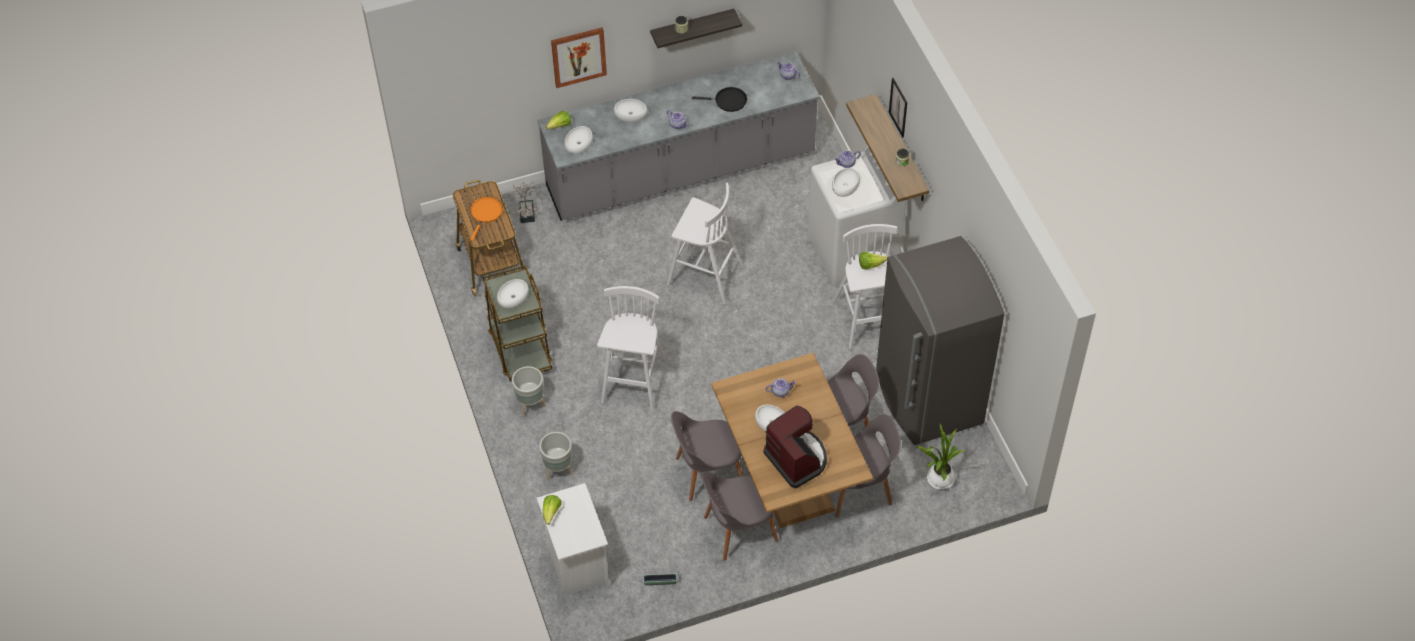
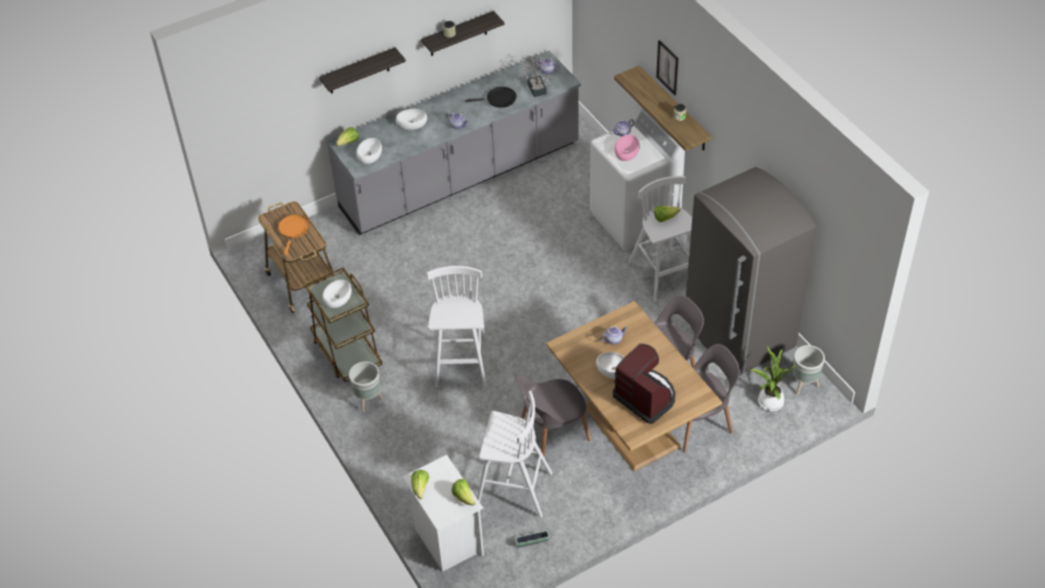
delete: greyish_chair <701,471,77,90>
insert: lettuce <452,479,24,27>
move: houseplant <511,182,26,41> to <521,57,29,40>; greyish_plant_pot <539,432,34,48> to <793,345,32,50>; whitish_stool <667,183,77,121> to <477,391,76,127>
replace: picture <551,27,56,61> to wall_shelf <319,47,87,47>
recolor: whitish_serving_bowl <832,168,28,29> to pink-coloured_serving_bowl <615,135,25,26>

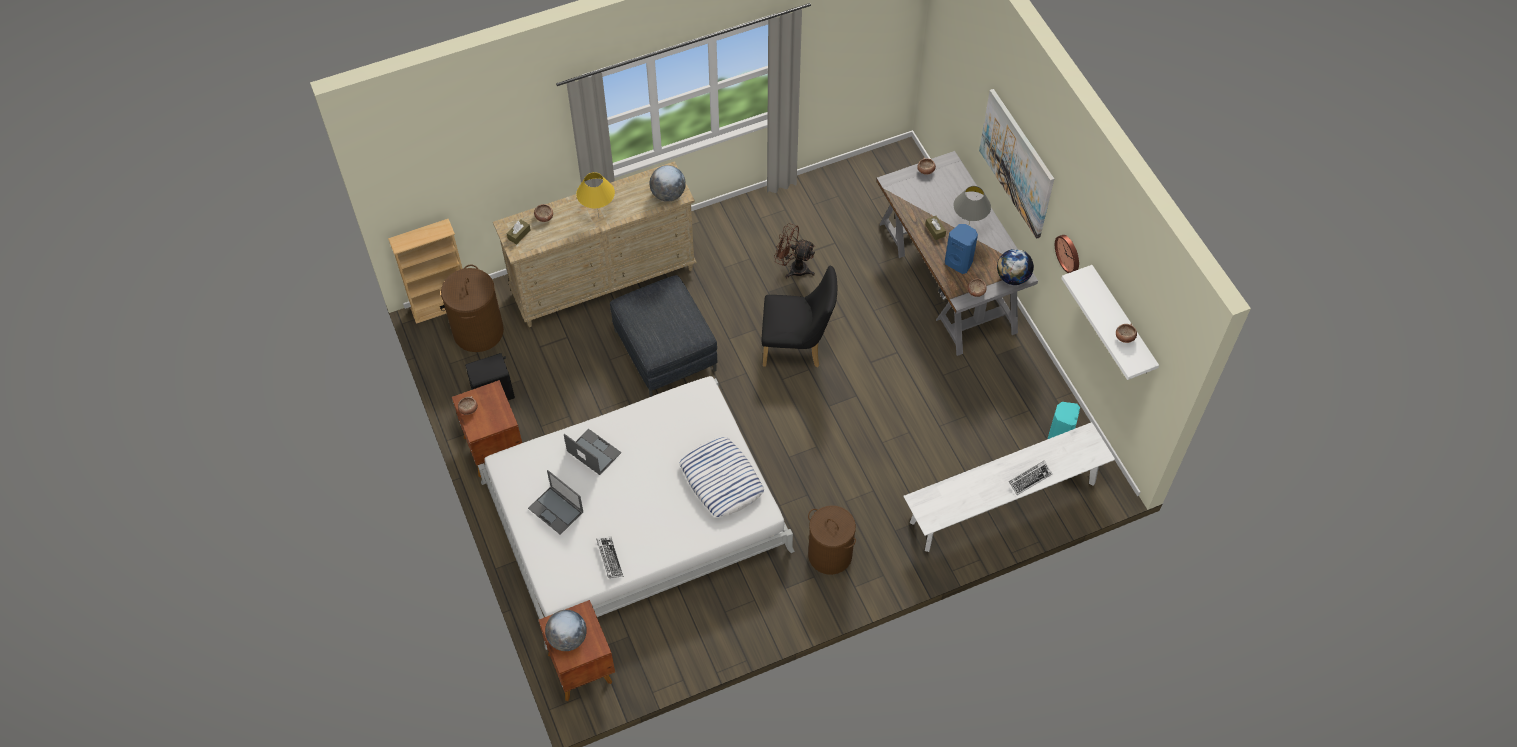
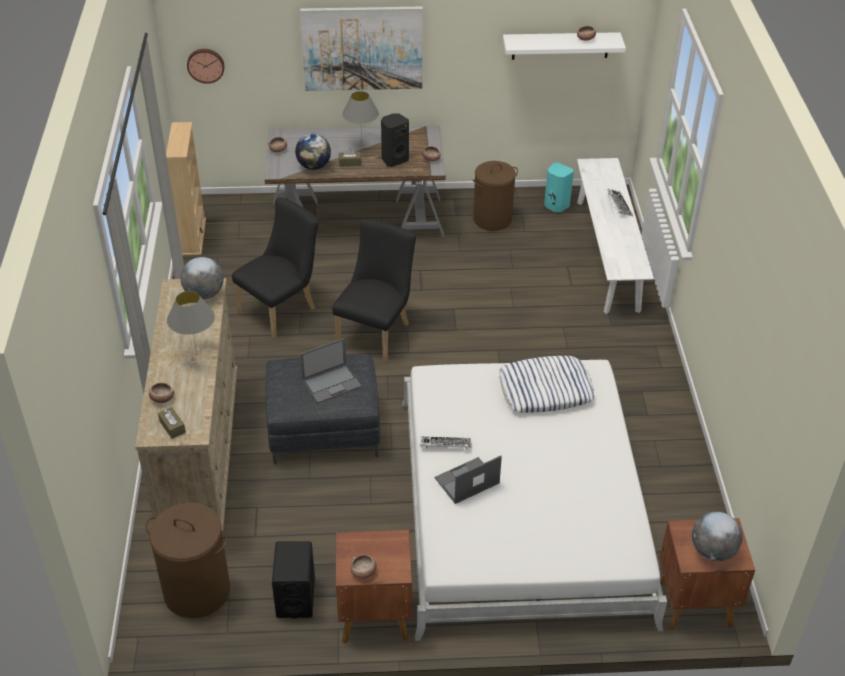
move: sand-coloured_bookcase <388,219,75,105> to <166,122,40,133>; laptop <528,470,55,65> to <300,338,62,65>; keyboard <596,537,28,41> to <420,437,51,12>; brown_hamper <808,505,48,70> to <473,161,45,70>; desk_globe <997,249,37,36> to <295,134,36,36>; clock_on_the_wall <1055,235,24,38> to <187,49,38,35>
replace: brown_cooling_fan <774,223,41,55> to blackish_chair <232,197,86,141>
recolor: yellow-coloured_table_lamp <576,172,39,45> to greyish_table_lamp <167,291,48,63>; bluish_audio_speaker <945,224,33,50> to blackish_audio_speaker <381,113,28,54>

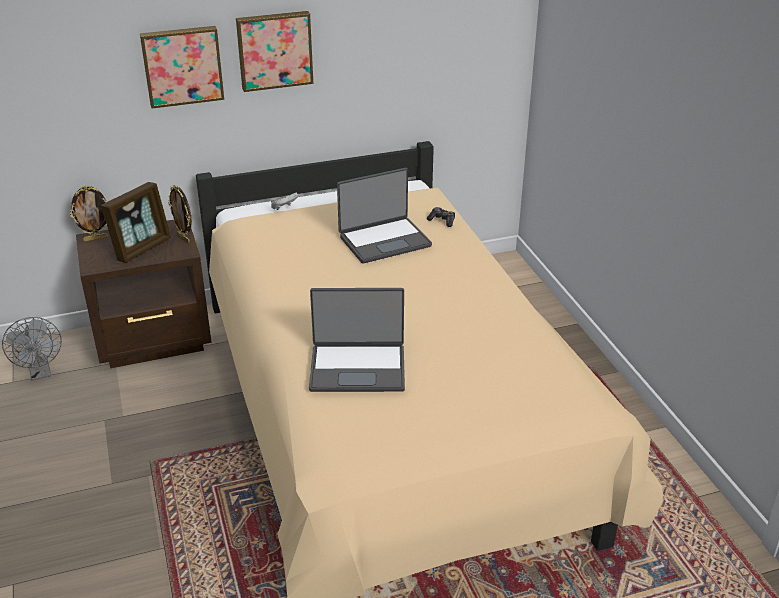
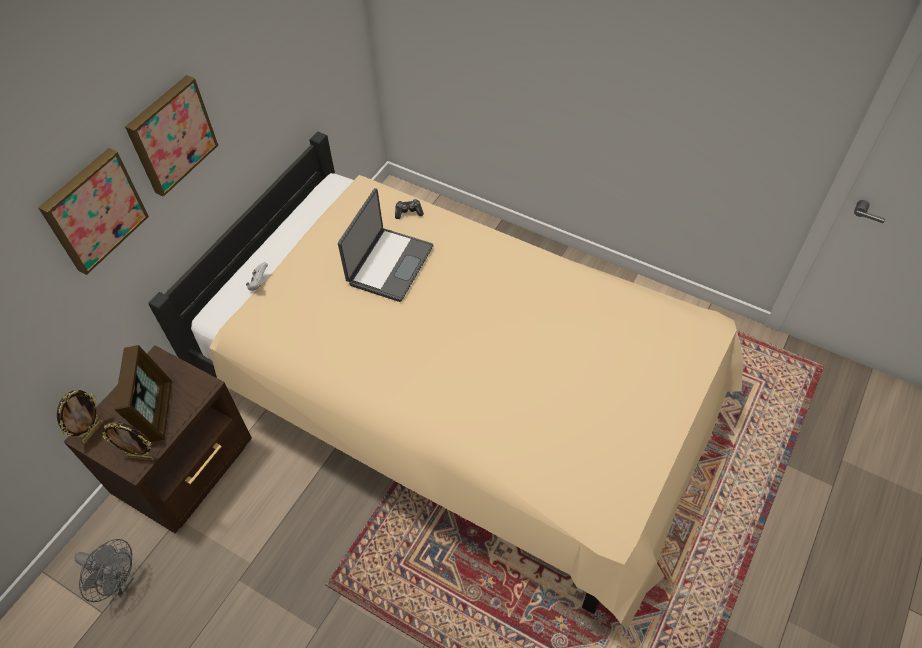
delete: laptop <309,288,96,104>
move: photo_frame <168,185,24,59> to <102,422,52,38>

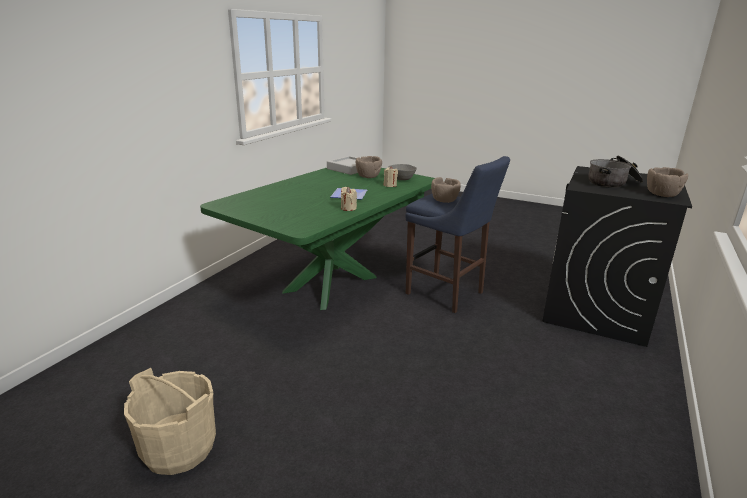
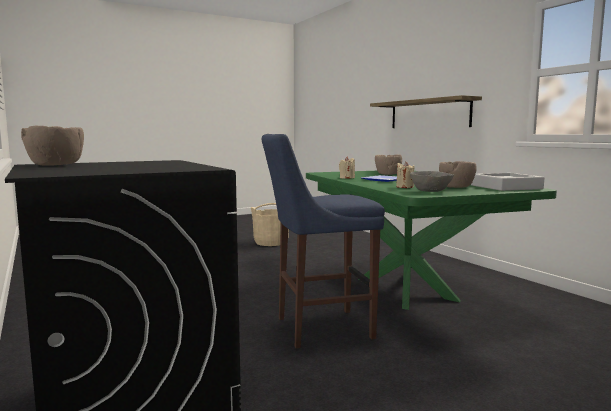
delete: saucepot <588,156,55,32>
insert: wall_shelf <370,95,112,33>
move: brown_serving_bowl <431,177,30,26> to <375,154,27,21>

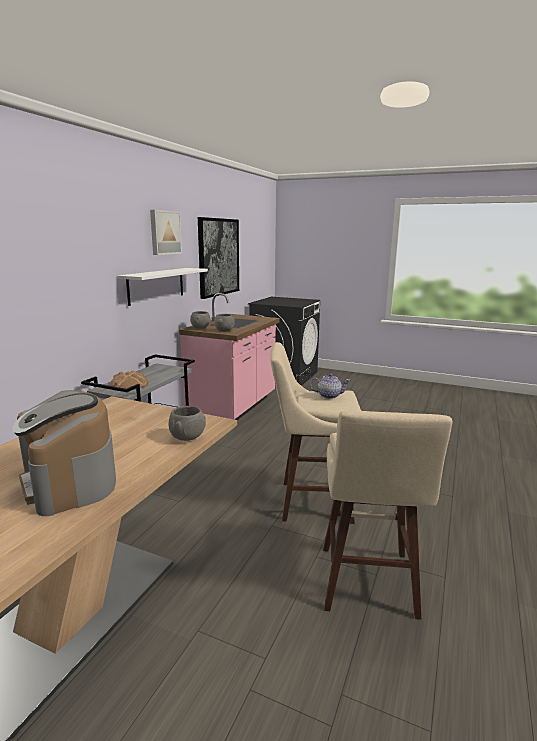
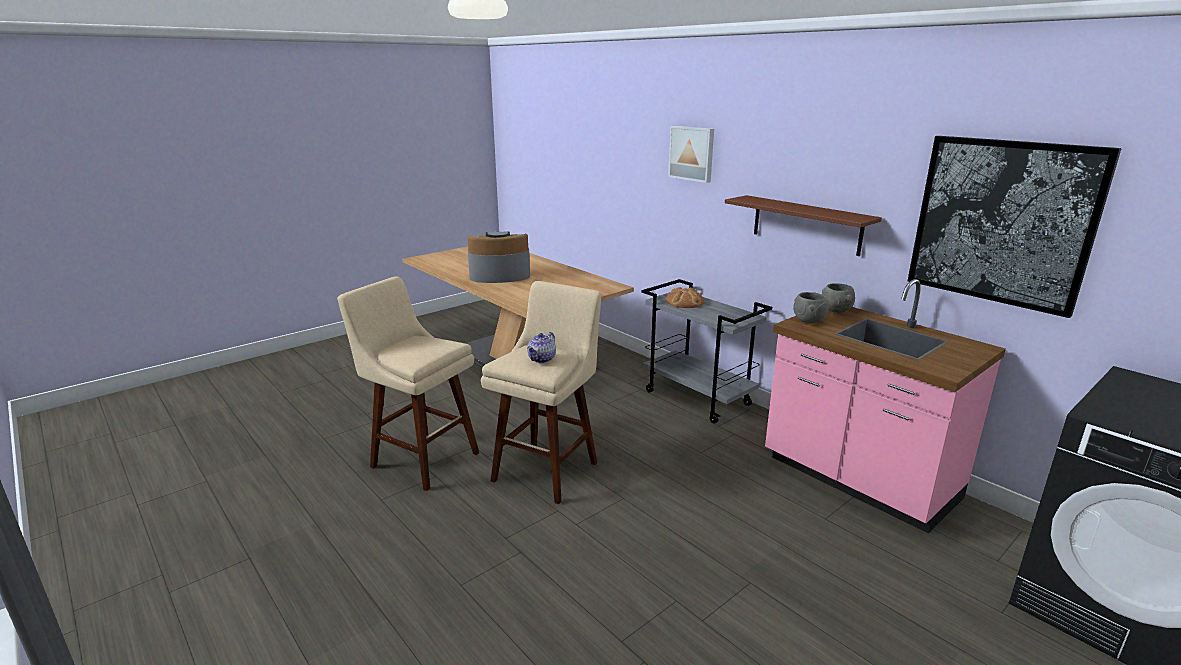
delete: greyish_serving_bowl <168,406,38,35>
move: picture <150,210,32,45> to <668,126,46,57>
recolor: whitish_wall_shelf <118,268,90,38> to brown_wall_shelf <725,195,157,61>

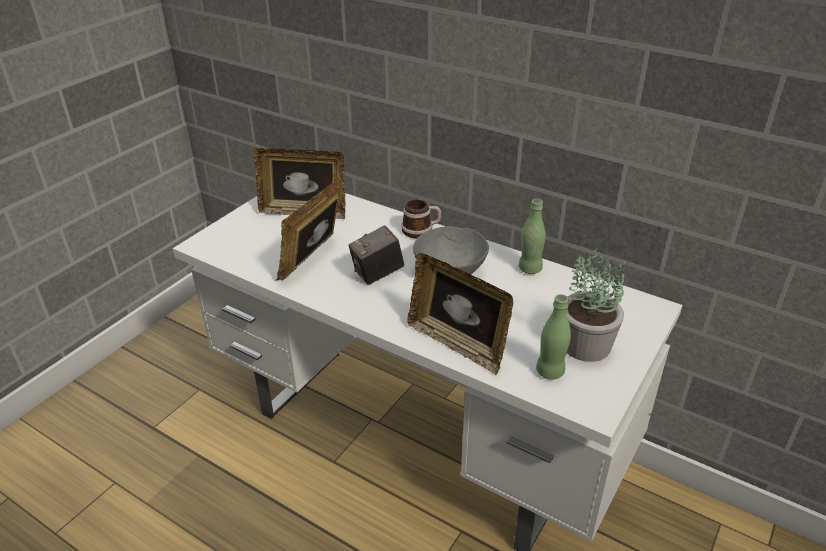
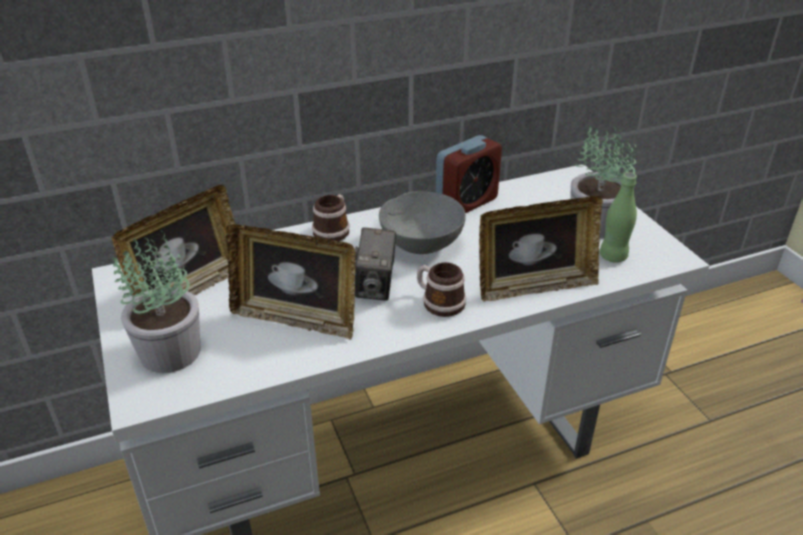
insert: houseplant <112,231,89,142>; tea_mug <417,262,49,55>
replace: green-coloured_drink_bottle <519,199,27,75> to alarm_clock <436,135,66,79>
rotate: photo_frame <276,177,64,103> = <226,224,130,116> 45 degrees counterclockwise

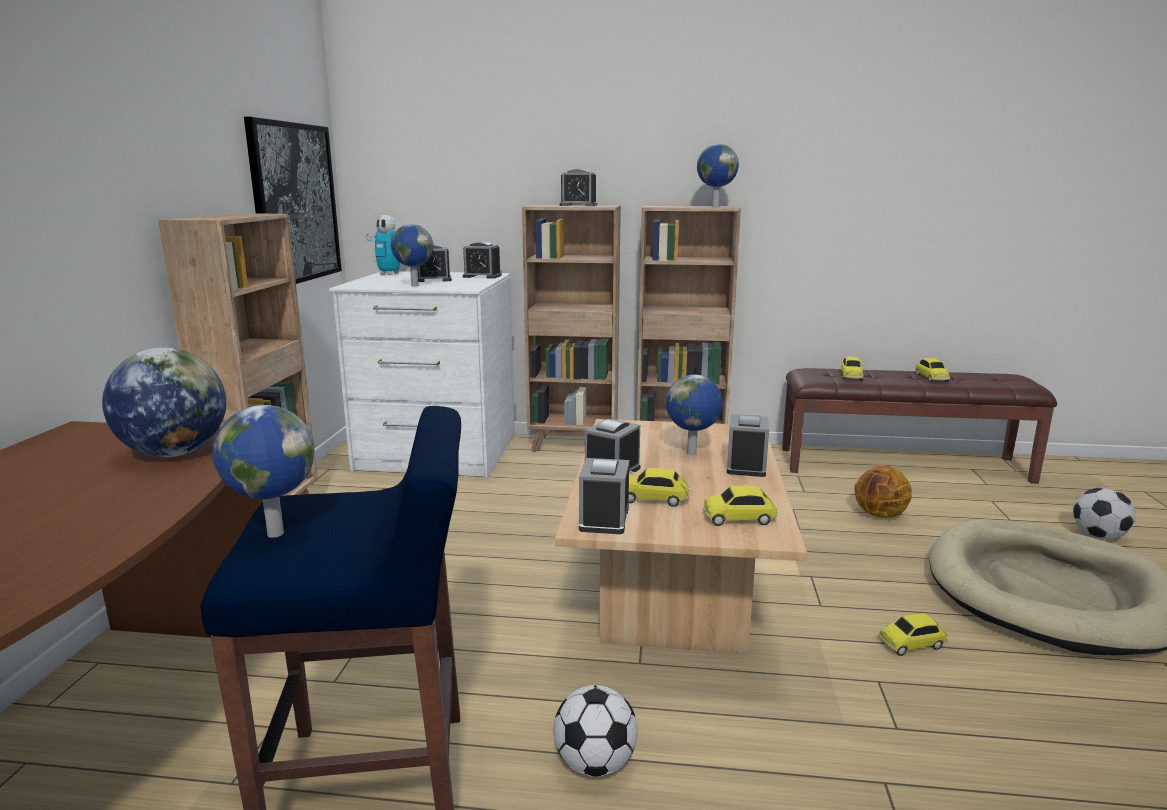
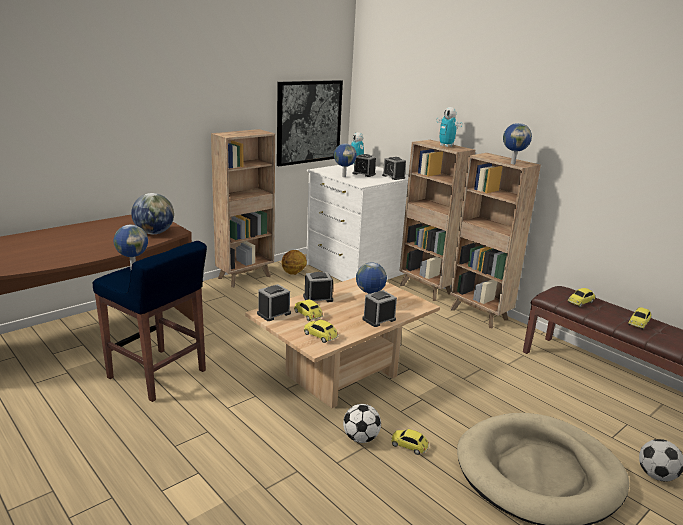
move: football_ball <554,685,84,92> to <343,404,38,39>; ball_for_basketball <854,465,58,53> to <282,250,25,25>
replace: alarm_clock <560,169,37,37> to robot_figure <437,107,25,40>

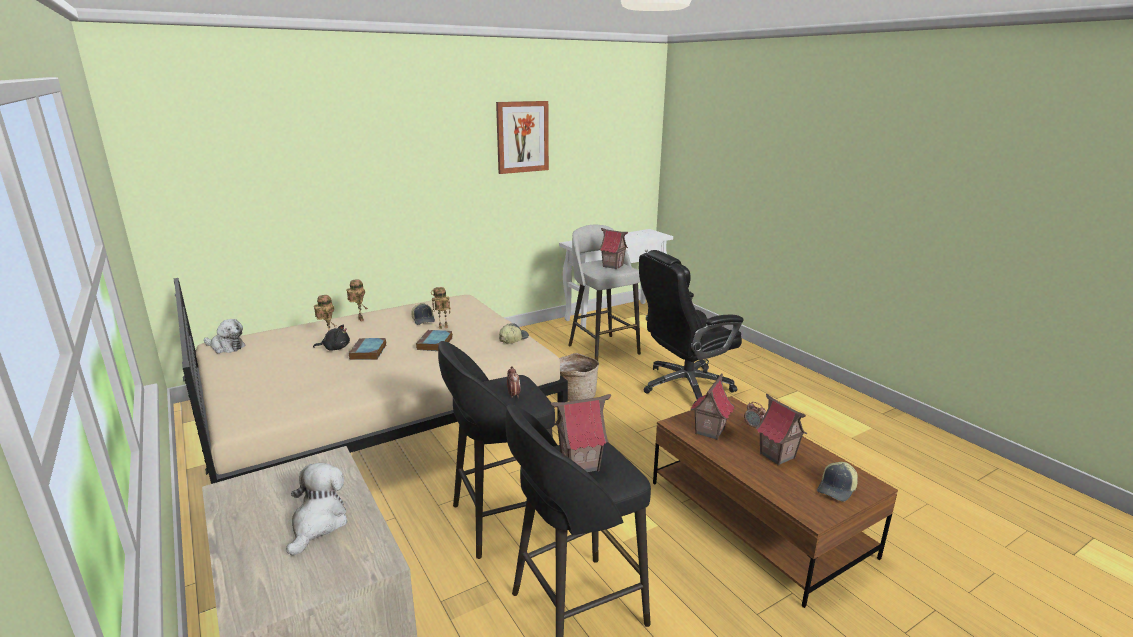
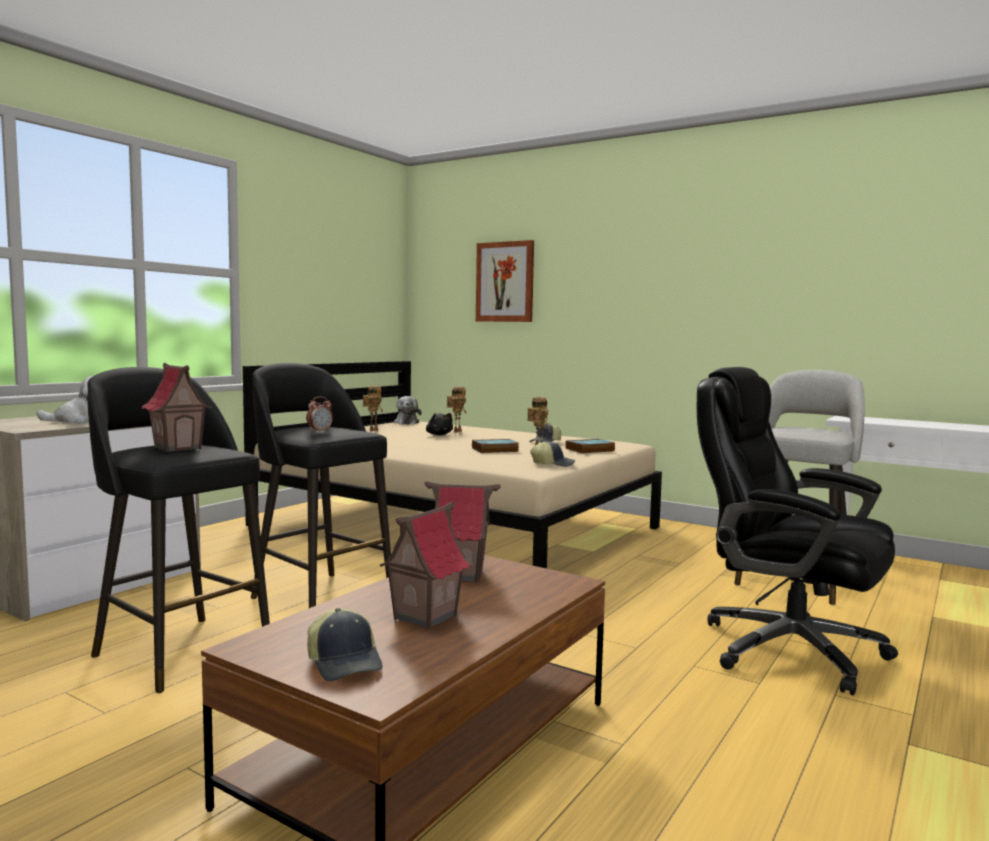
delete: basket <559,353,40,48>; miniature_house <599,228,29,41>; alarm_clock <744,402,22,25>
move: robot_figure <346,279,21,43> to <363,386,20,45>; book <349,338,37,22> to <566,439,49,14>; picture <496,101,53,73> to <476,240,58,82>
rotate: baseball_cap <817,462,41,40> = <307,608,76,73> 135 degrees counterclockwise

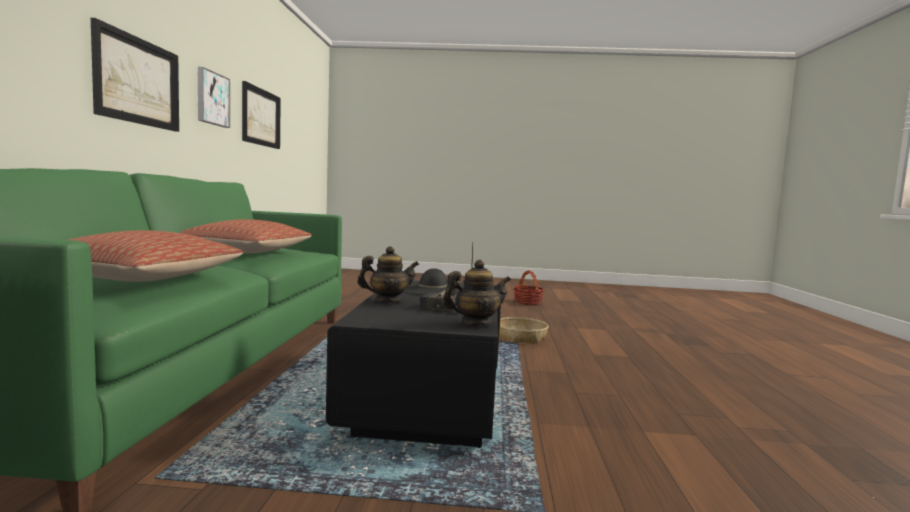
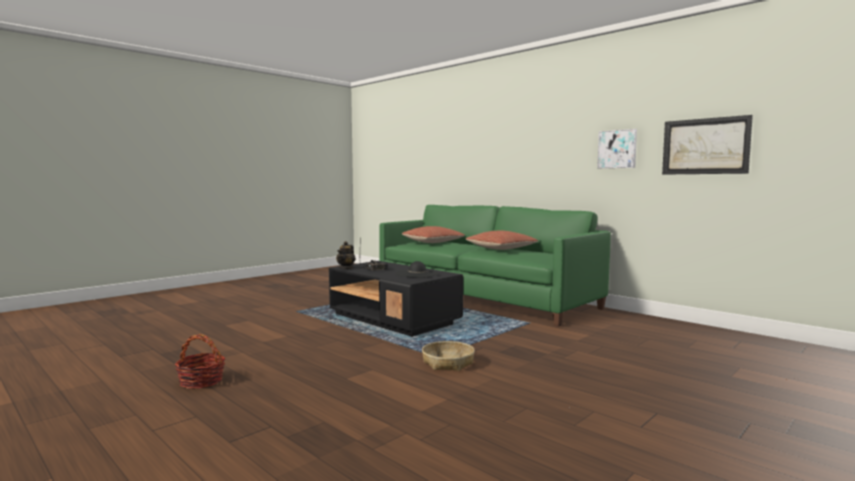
delete: picture <91,18,88,114>; tea_pot <357,246,62,57>
move: basket <514,270,30,35> to <175,334,51,55>

